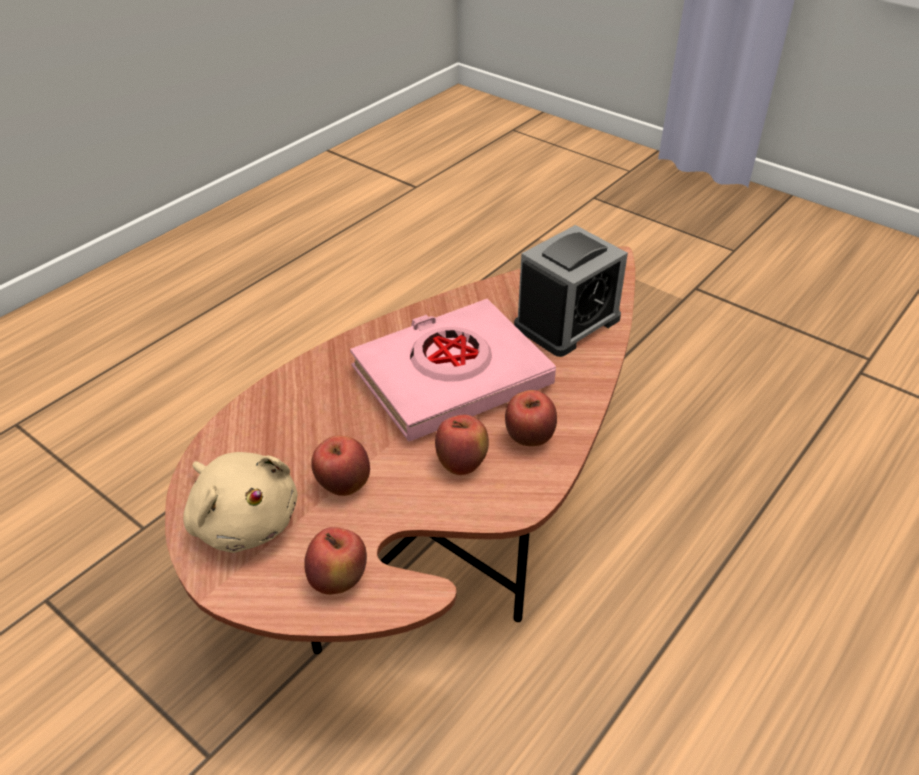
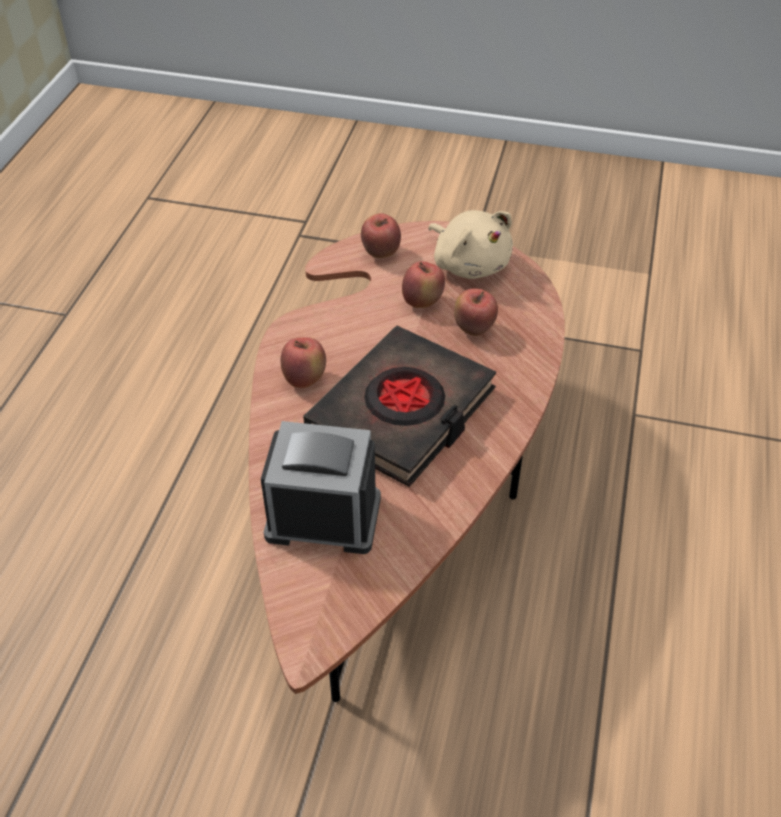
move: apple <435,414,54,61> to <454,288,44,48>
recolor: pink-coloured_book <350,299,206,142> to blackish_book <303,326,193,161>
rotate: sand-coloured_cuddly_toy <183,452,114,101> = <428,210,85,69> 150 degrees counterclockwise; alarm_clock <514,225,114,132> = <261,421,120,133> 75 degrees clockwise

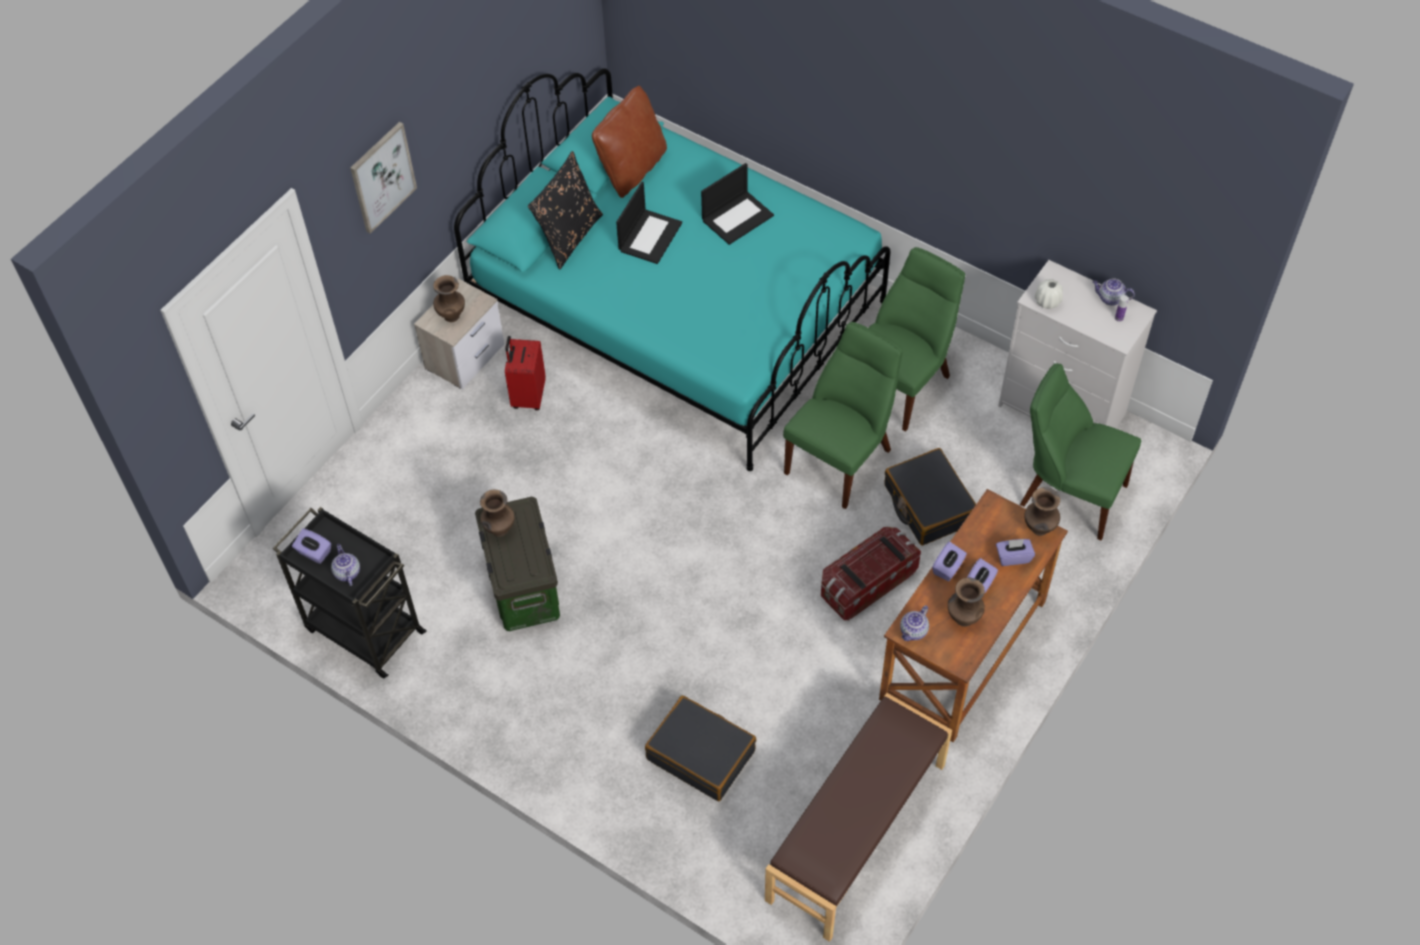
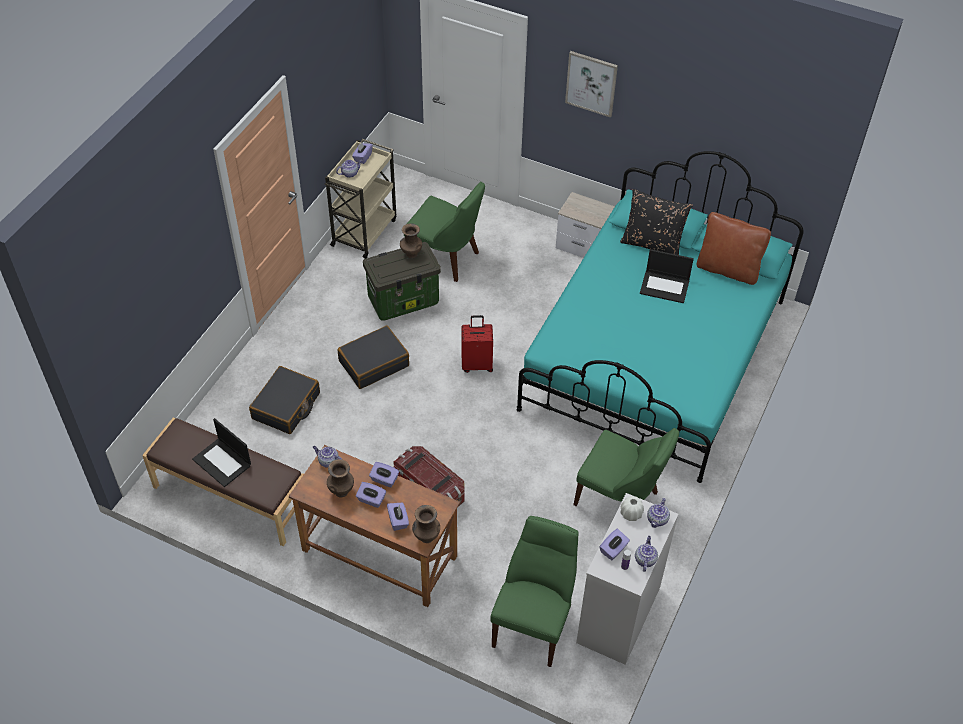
delete: brown_decorative_vase <433,275,32,47>
insert: purple_box_of_tissues <599,529,31,31>; tea_pot <647,498,23,30>
move: red_suitcase <505,336,41,74> to <461,315,32,58>; laptop <701,163,73,82> to <192,418,59,69>; green-coloured_chair <783,322,120,187> to <404,182,81,100>; blackish_suitcase <884,448,92,97> to <338,326,71,63>
recolor: blackish_wheeled_cart <272,507,155,172> to sand-coloured_wheeled_cart <325,139,71,120>

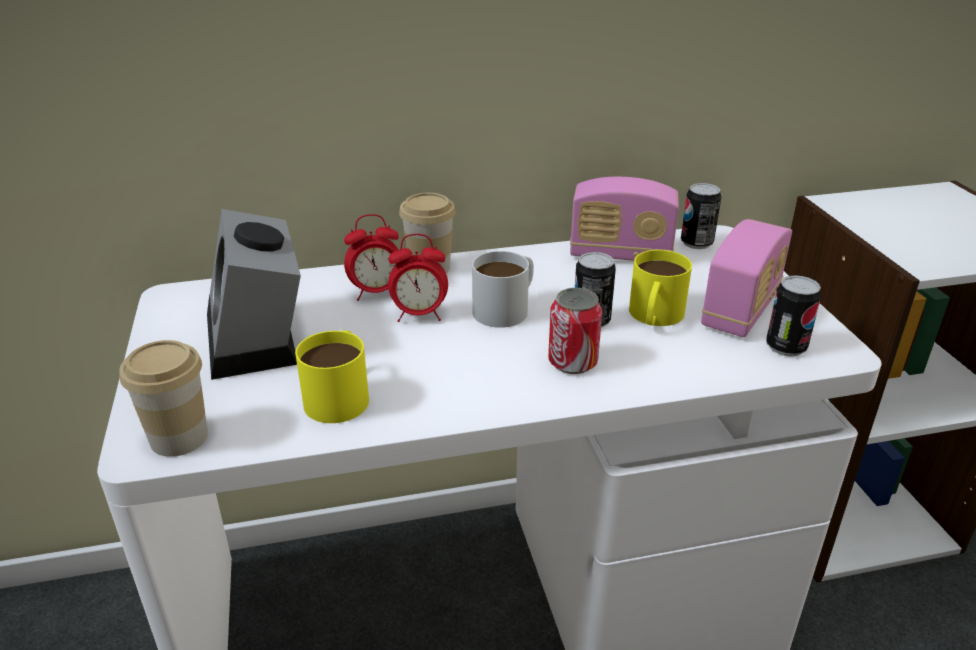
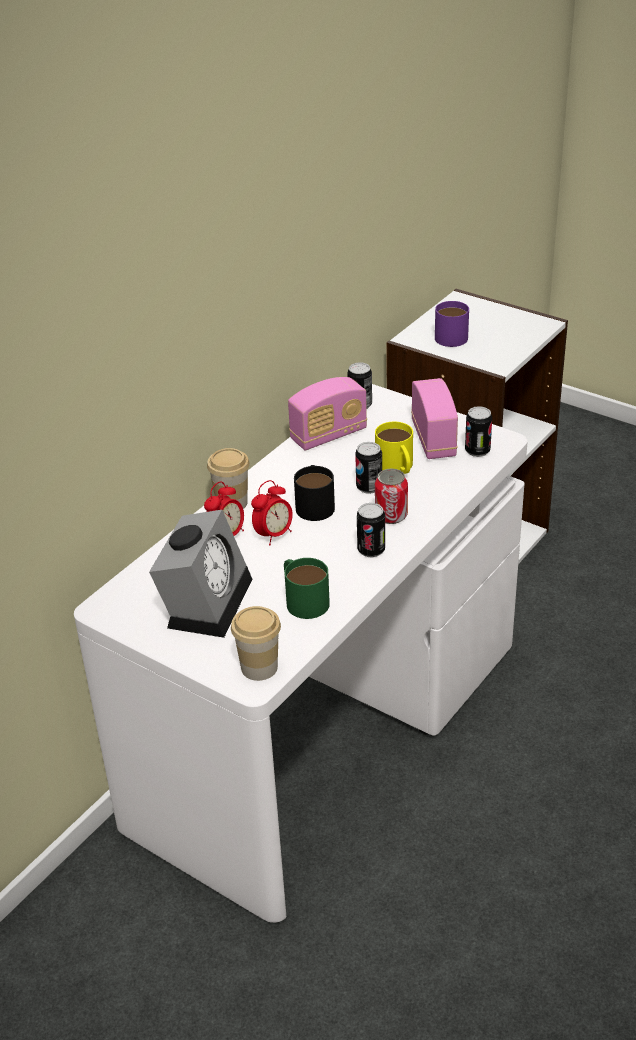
insert: metal_can <357,503,28,54>; purple_tea_mug <435,301,34,46>
recolor: yellow-coloured_tea_mug <295,330,74,93> to green-coloured_tea_mug <284,558,46,61>; whitish_tea_mug <472,251,62,77> to blackish_tea_mug <294,465,41,56>
rotate: alarm_clock <207,209,94,171> = <149,510,103,128> 105 degrees counterclockwise

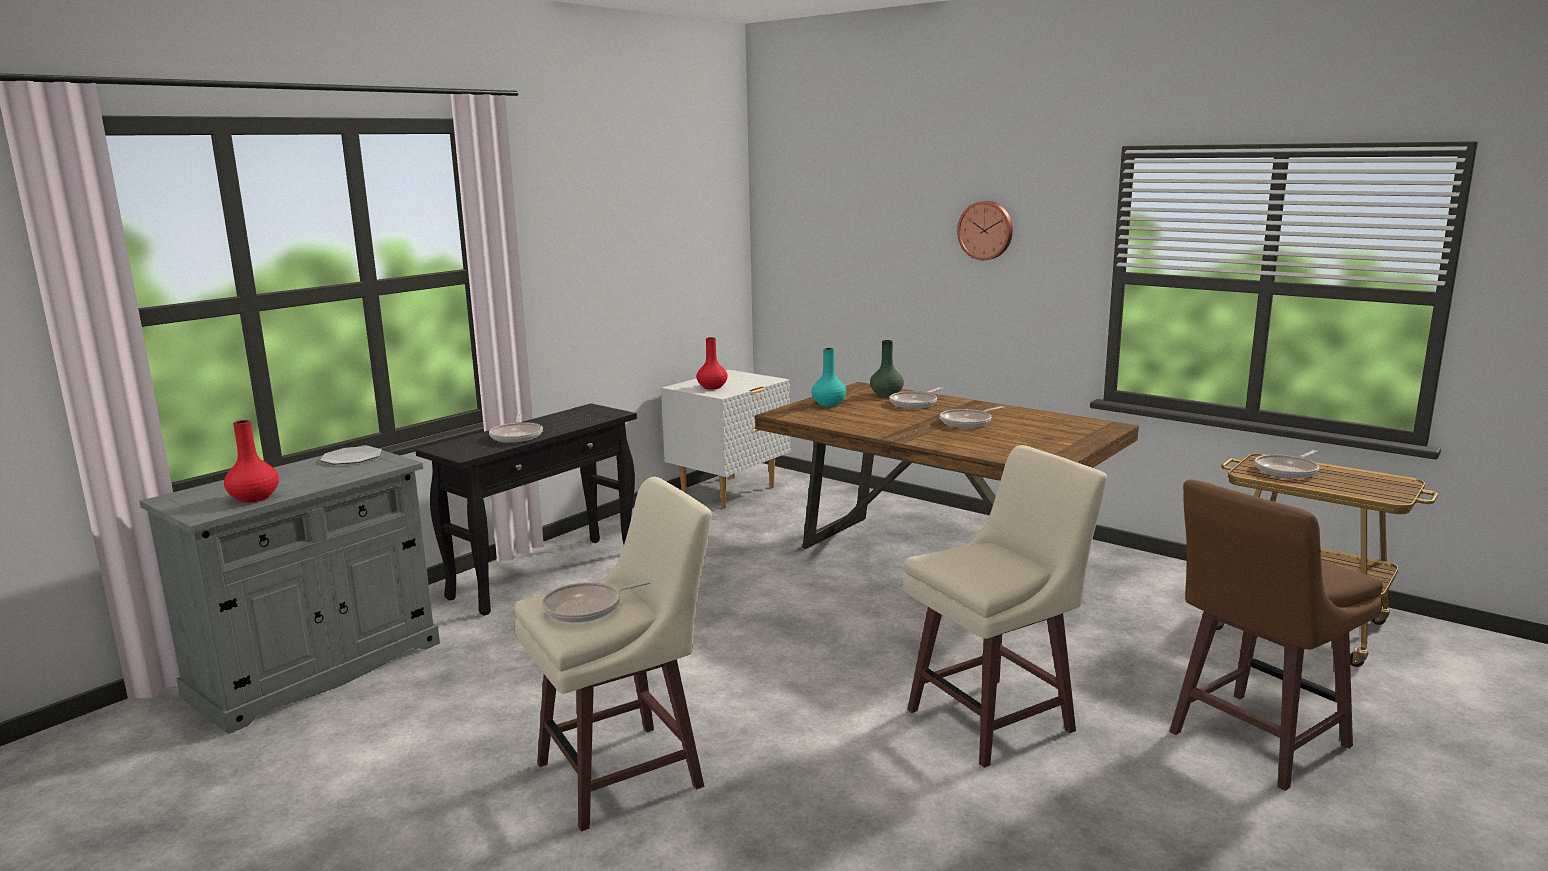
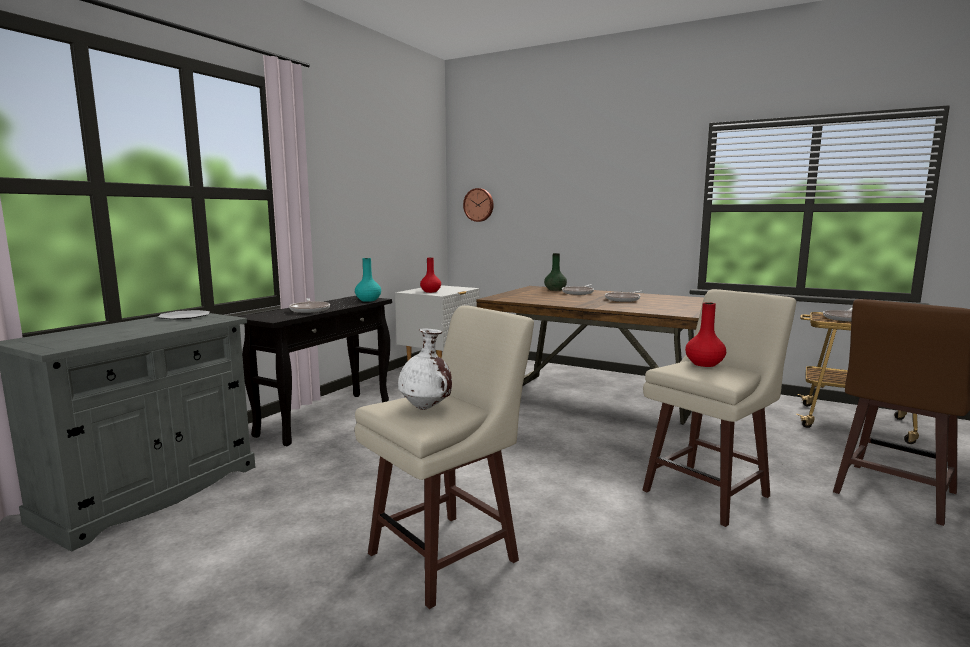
move: red_decorative_vase <224,420,55,83> to <685,302,41,65>; turquoise_decorative_vase <811,348,35,59> to <355,258,26,44>; clock_on_the_wall <957,201,56,59> to <463,188,31,34>
replace: pan <542,581,108,42> to whitish_decorative_vase <398,328,54,82>

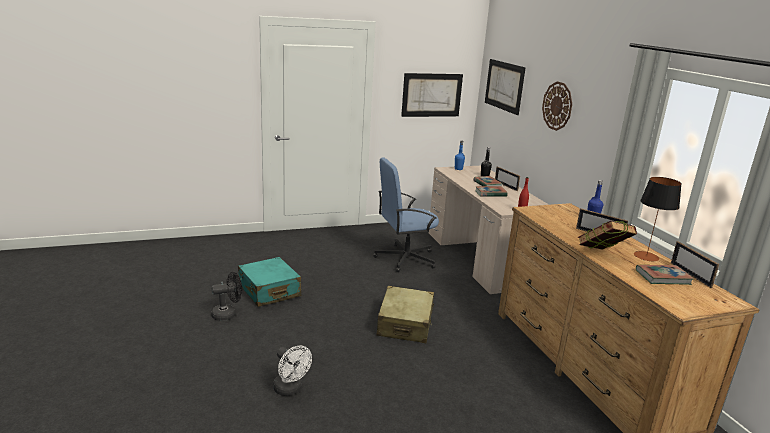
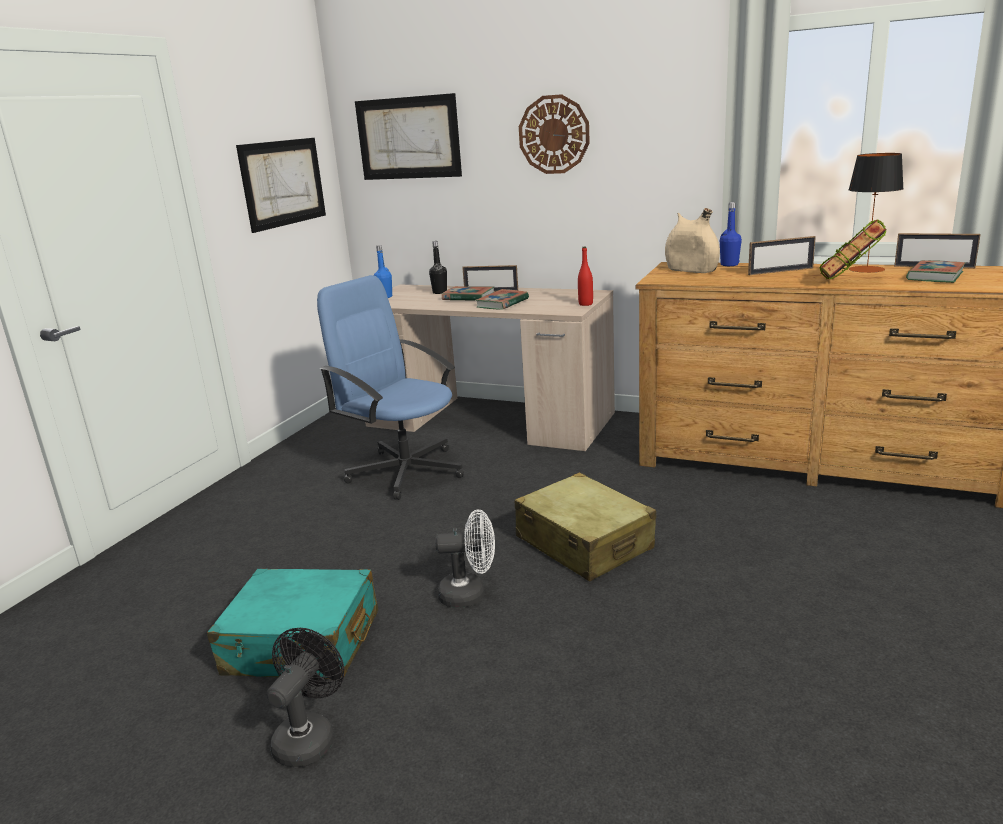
insert: sand-coloured_decorative_vase <665,208,55,65>
move: whitish_cooling_fan <273,345,39,51> to <435,510,60,98>
rotate: bluish_office_chair <373,158,66,114> = <317,275,147,225> 105 degrees clockwise

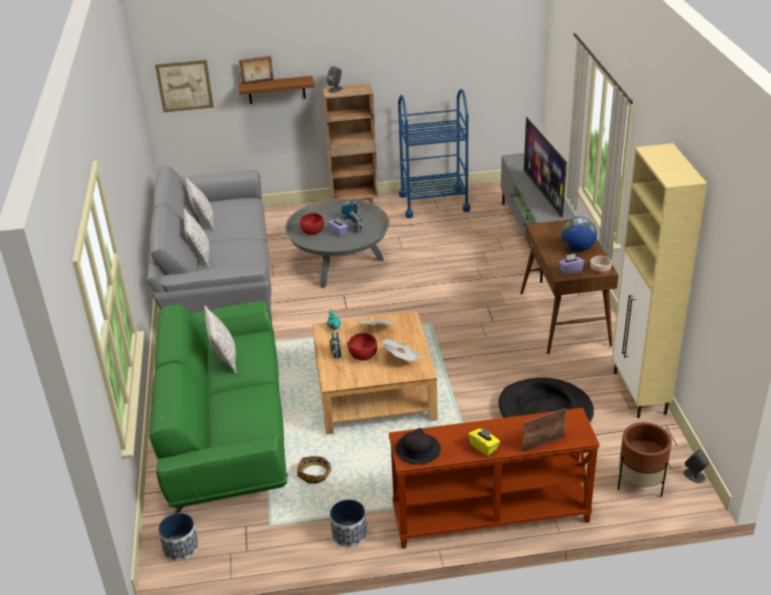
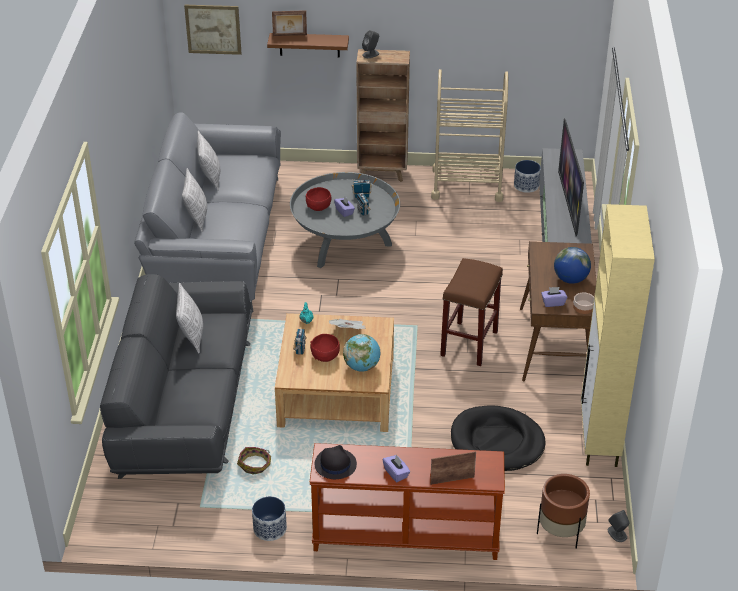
insert: brown_stool <440,258,63,108>
move: plant_pot <158,513,41,48> to <514,160,27,33>
replace: daily_paper <381,339,42,23> to desk_globe <343,334,37,38>
recolor: green-coloured_settee <149,301,139,212> to greyish_settee <100,274,152,205>; bluish_wheeled_cart <398,89,72,129> to sand-coloured_wheeled_cart <431,69,77,133>; yellow-coloured_box_of_tissues <468,427,32,29> to purple_box_of_tissues <383,454,27,28>

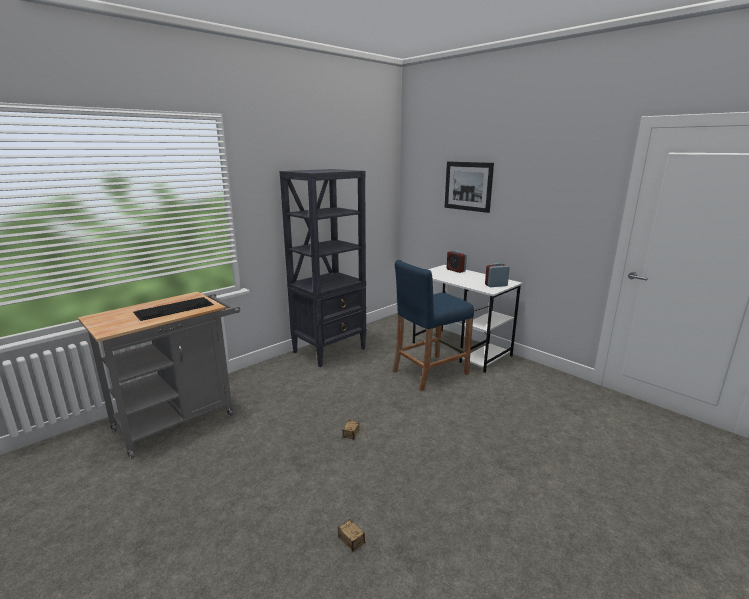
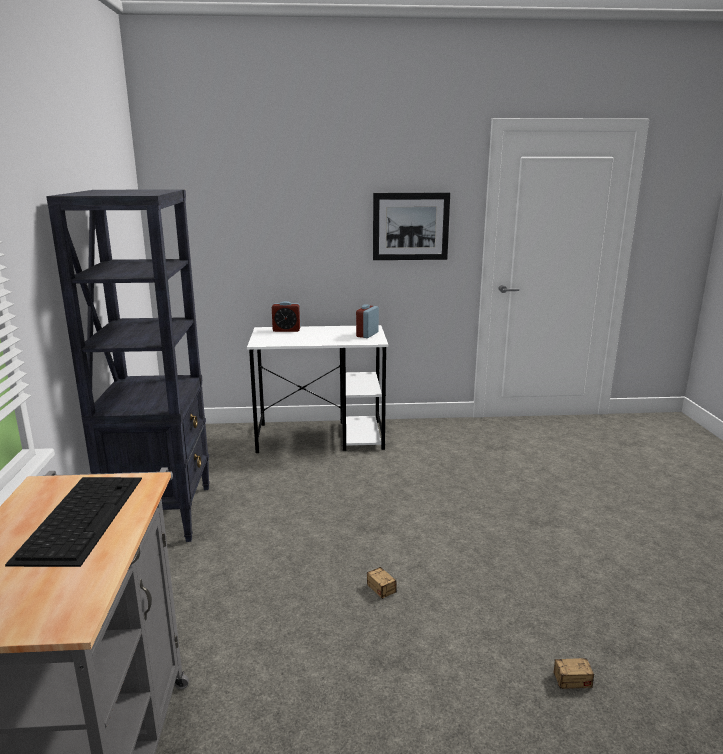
delete: bluish_stool <393,260,81,131>
move: picture <445,162,49,51> to <373,193,77,67>

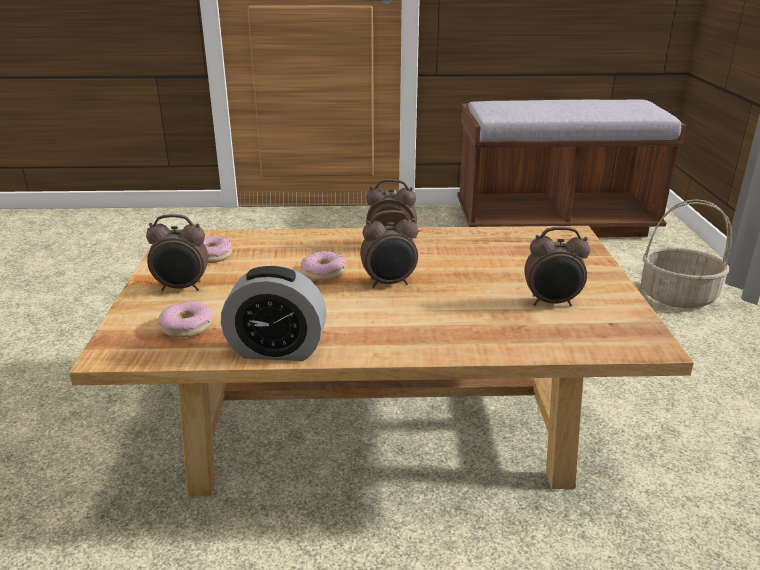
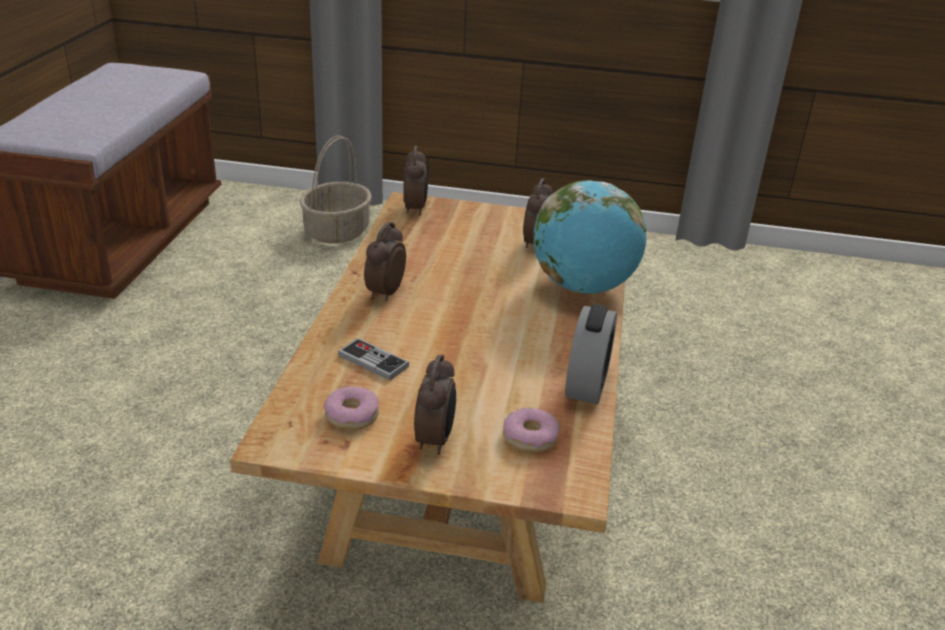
delete: donut <301,251,44,30>
insert: game_controller <338,338,71,43>; desk_globe <533,180,114,114>
move: alarm_clock <360,210,58,78> to <403,146,25,69>

